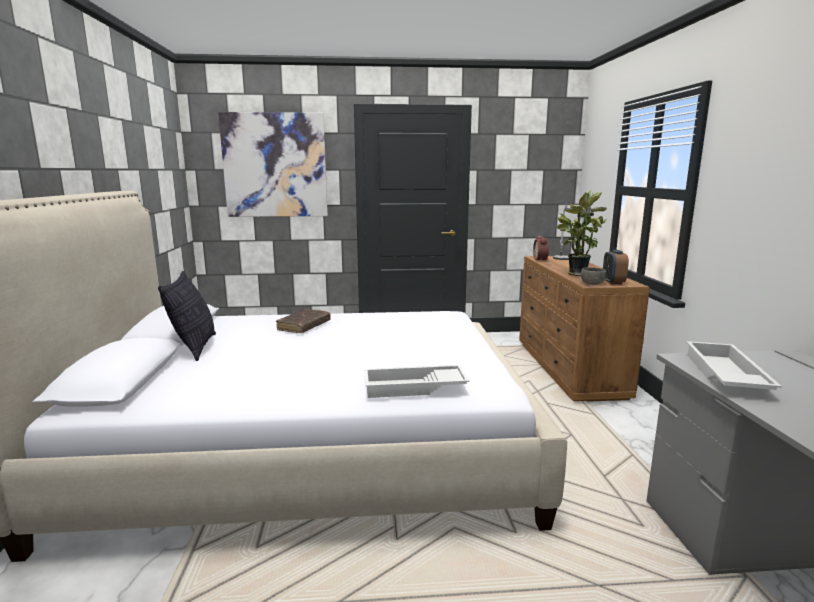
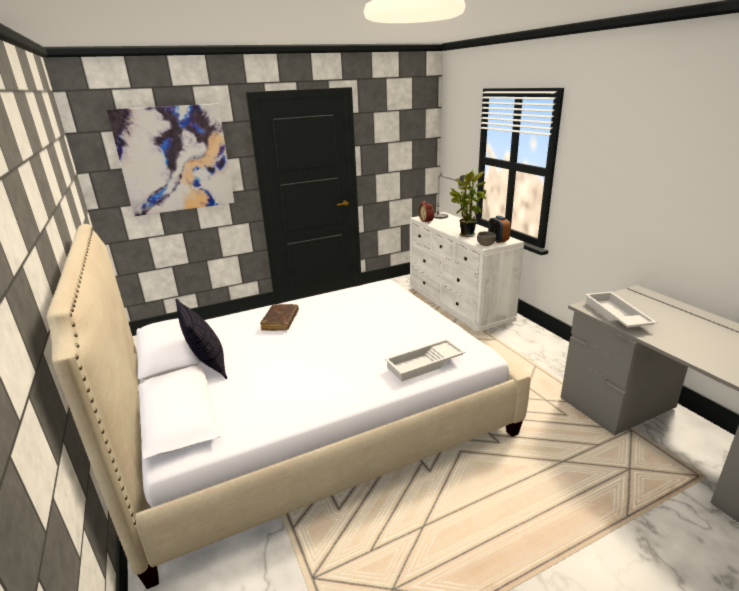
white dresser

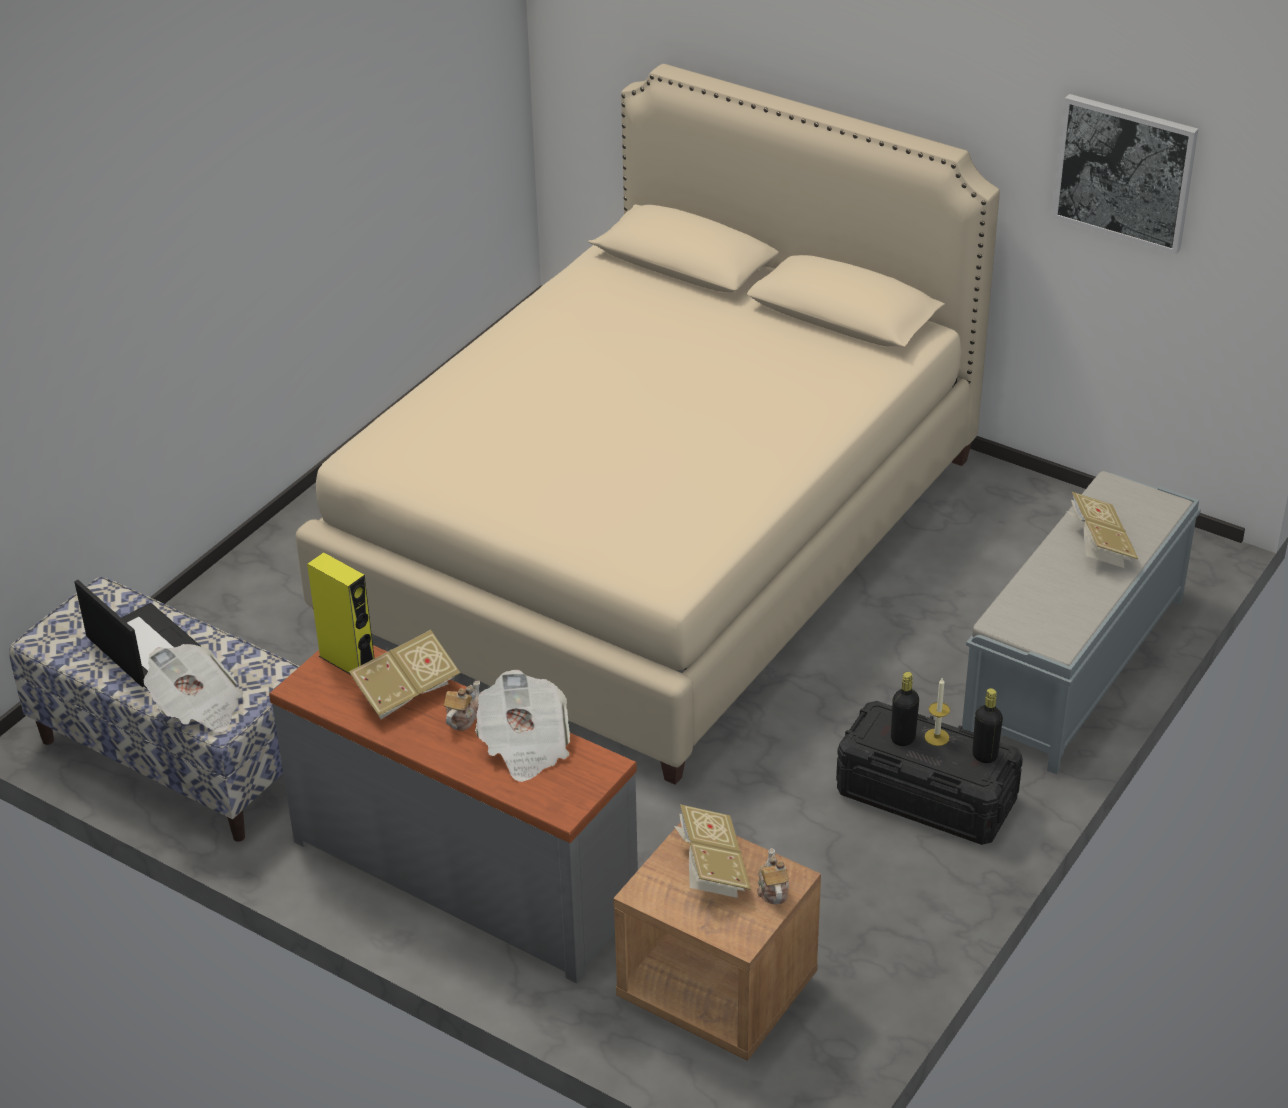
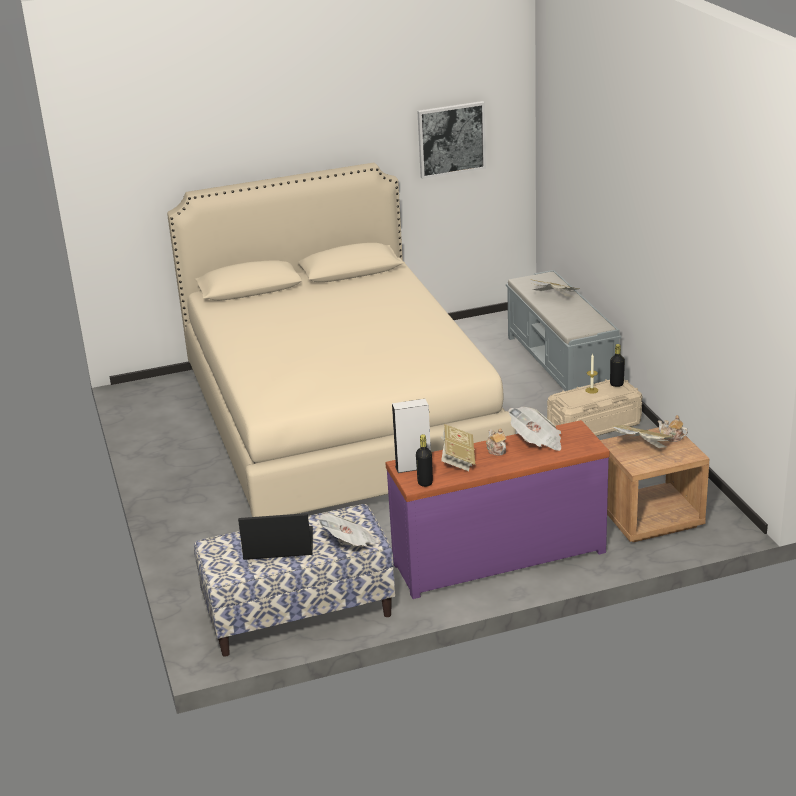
purple dresser; grey speaker; black bottle (no. 1 from left); beige storage box

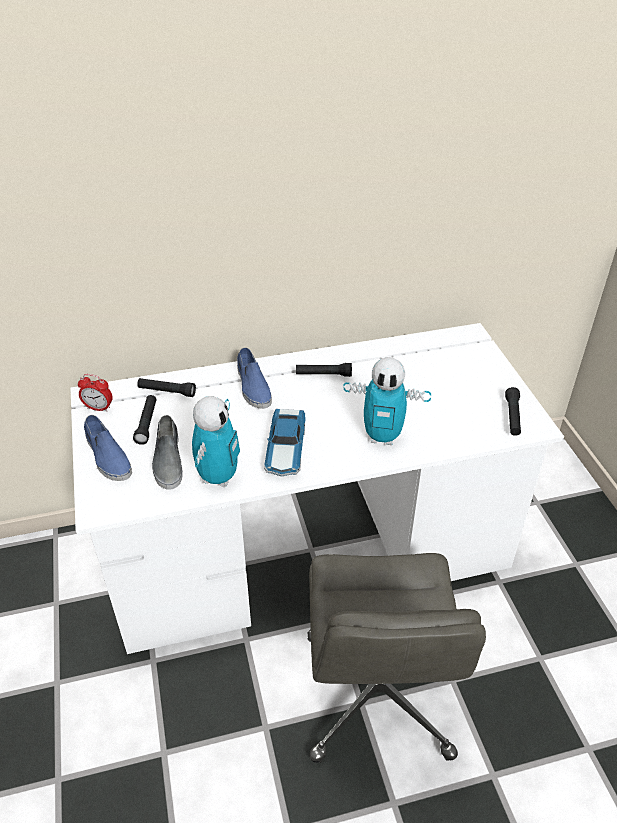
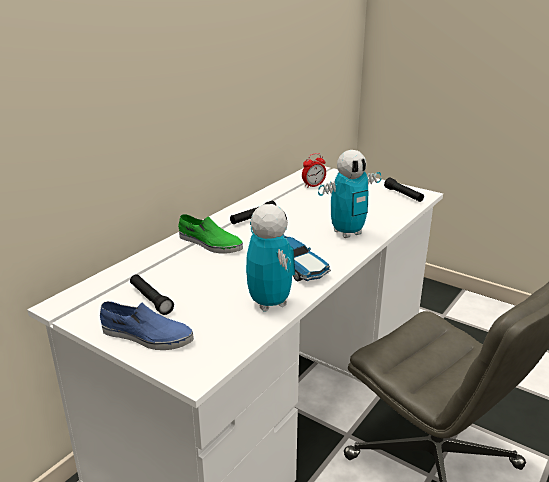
green shoe; alarm clock; black flashlight (no. 2 from left in the first image); grey shoe

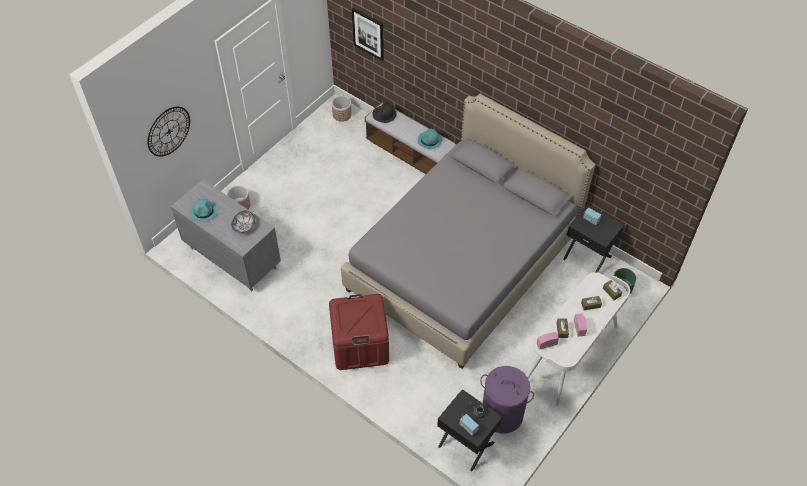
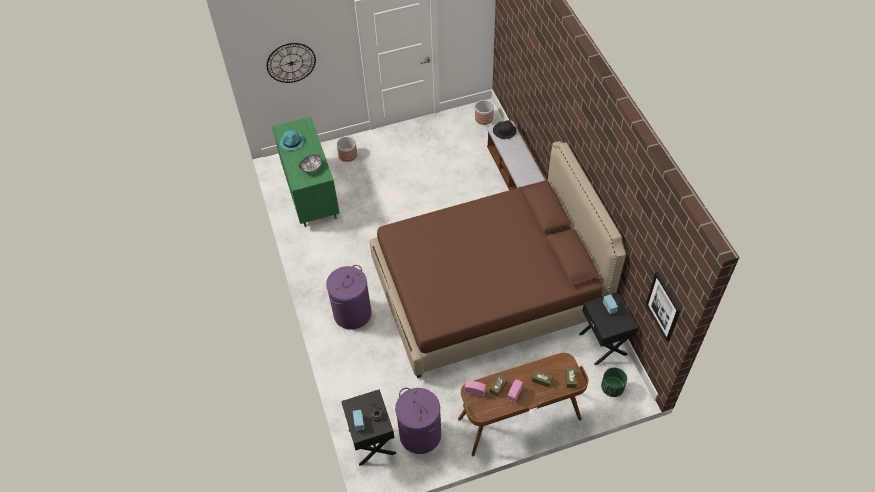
green dresser; purple laundry basket (no. 1 from left); brown bed; brown desk; picture; turquoise hat (no. 2 from left in the first image)

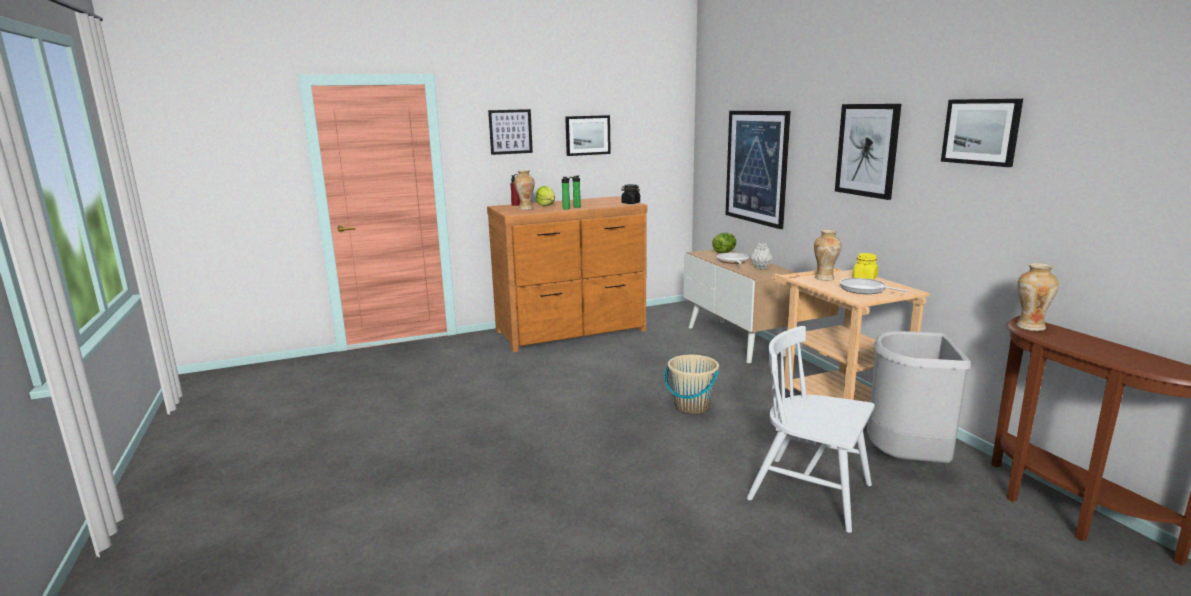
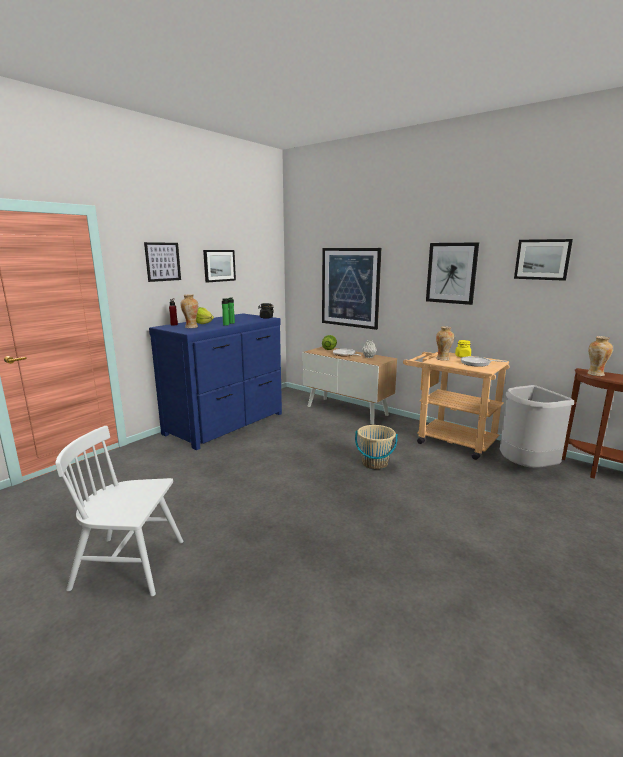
white chair; blue dresser

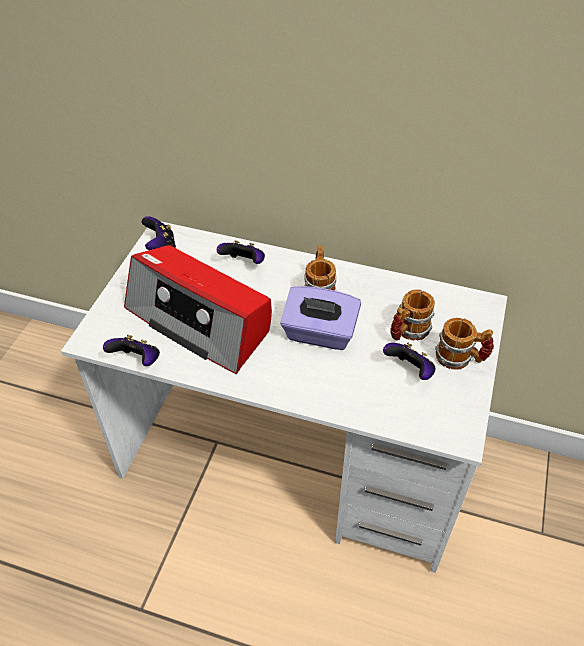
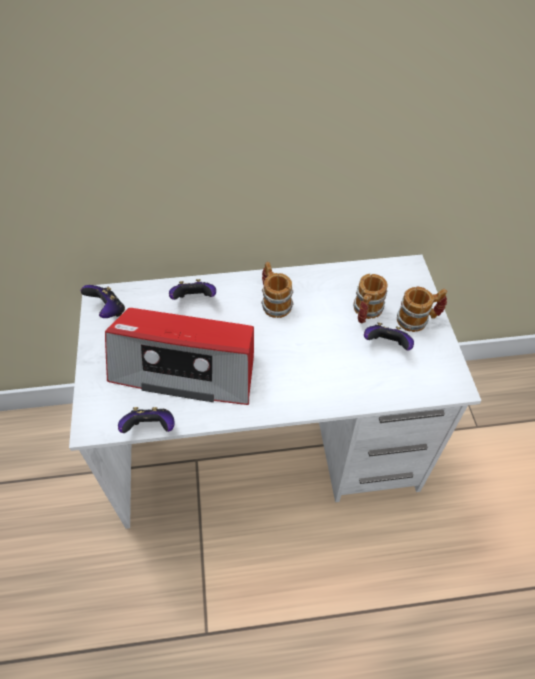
purple tissue box

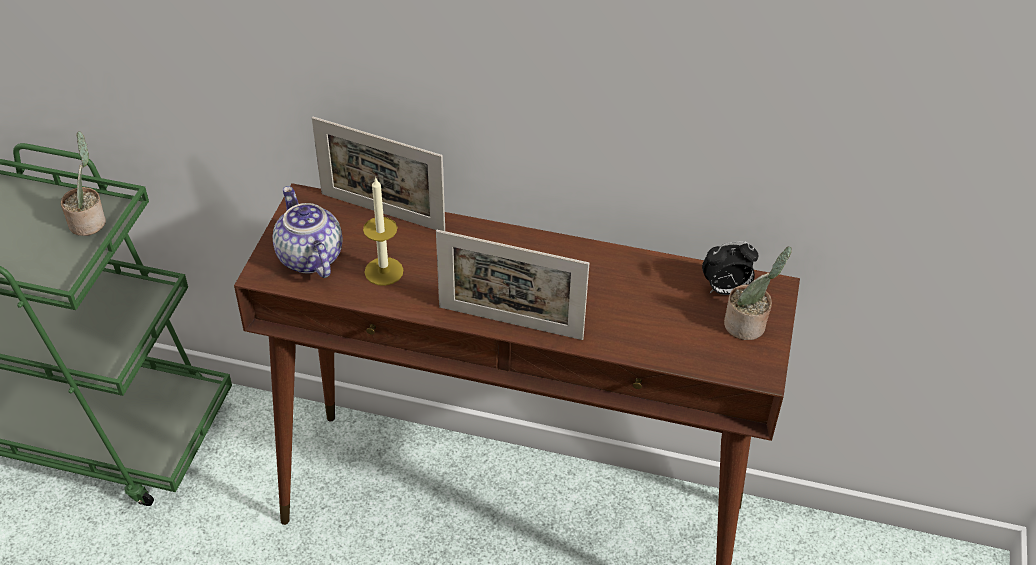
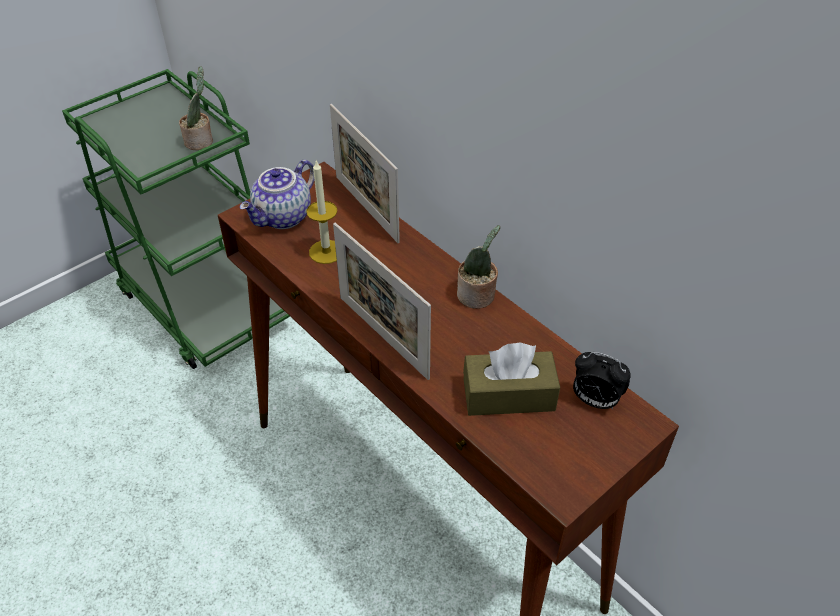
teapot; potted plant (no. 2 from left); brown tissue box

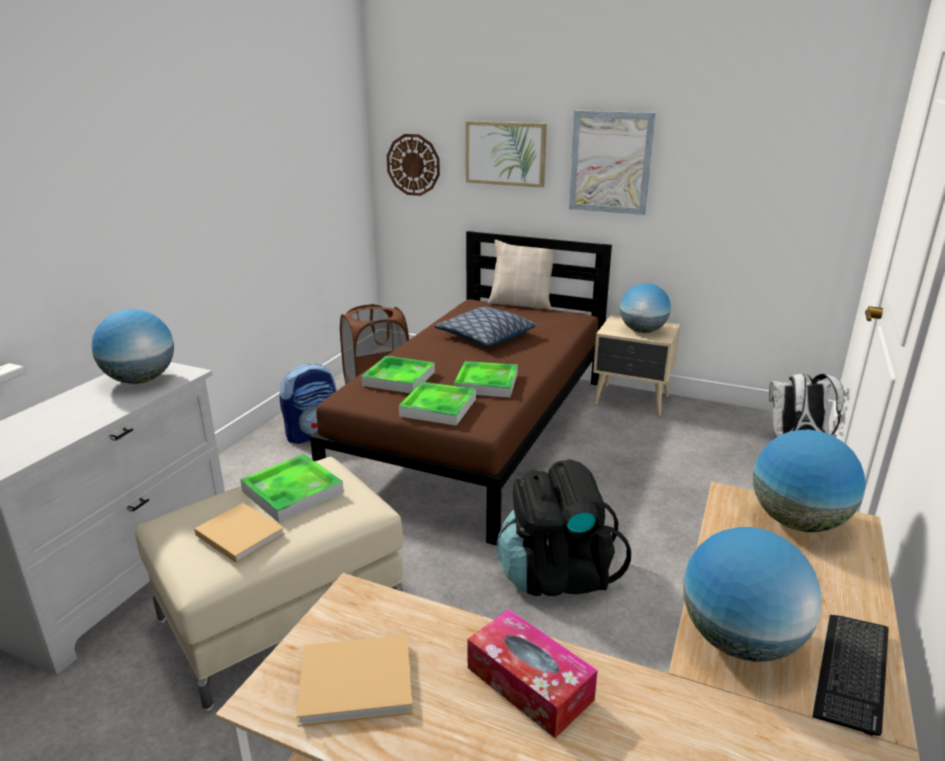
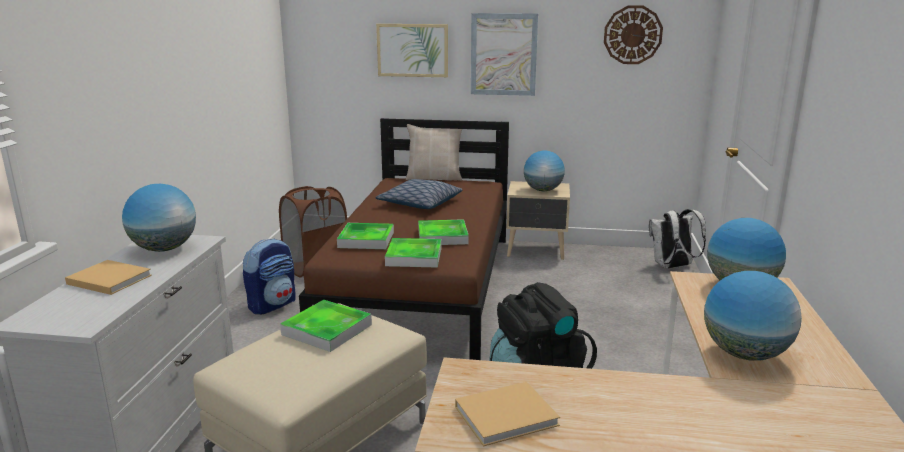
beige book (no. 1 from left); wall clock; tissue box; keyboard

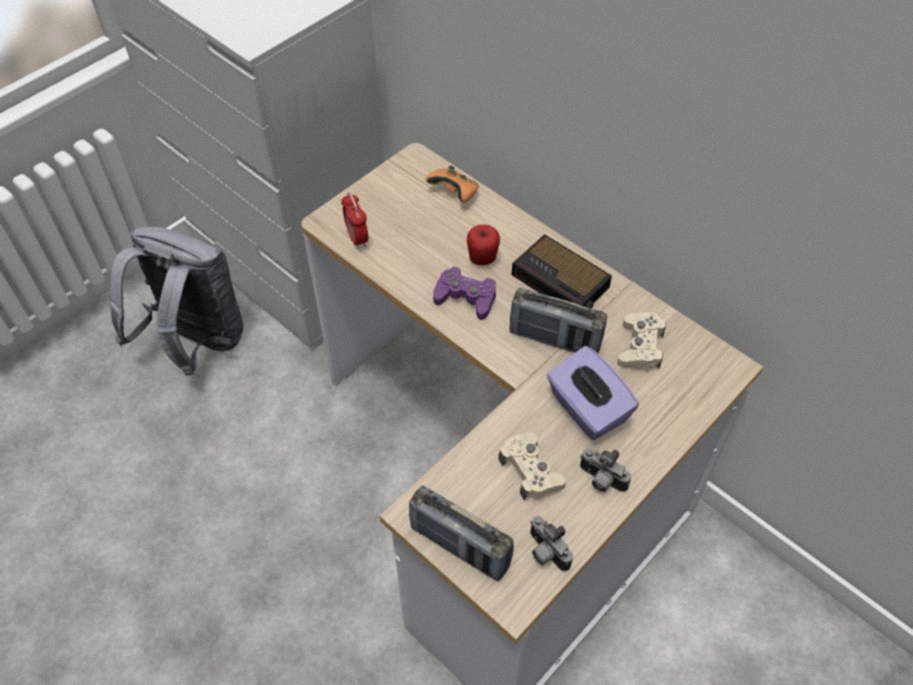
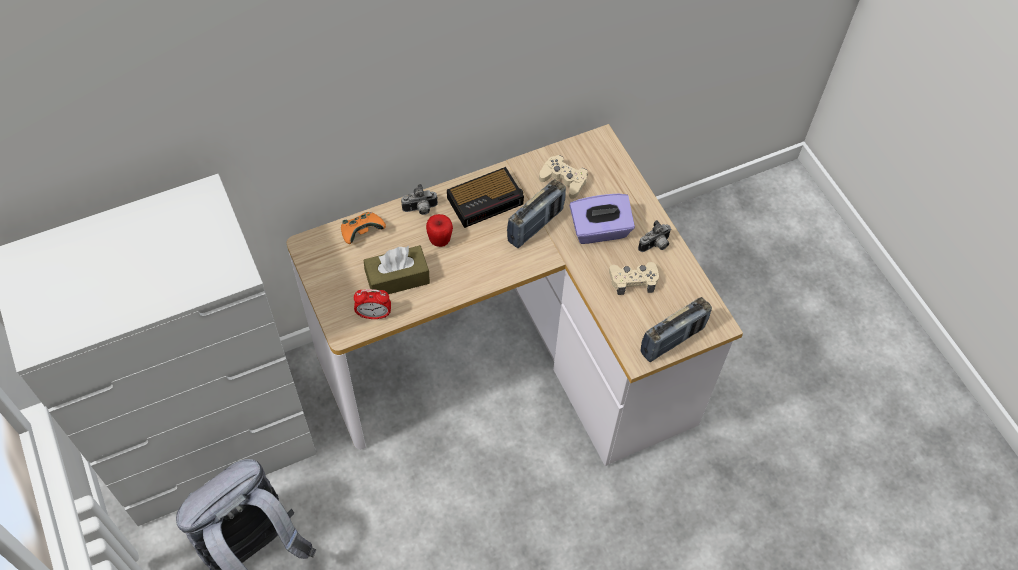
brown tissue box; photo camera (no. 1 from left); purple game controller

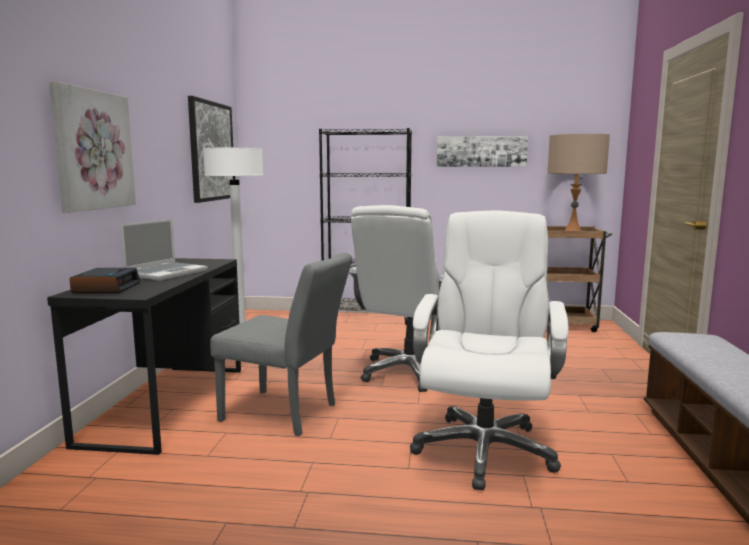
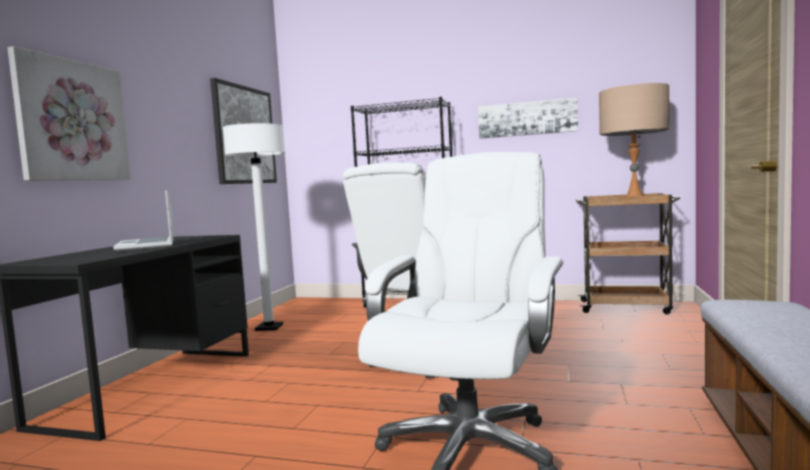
laptop; alarm clock; grey chair

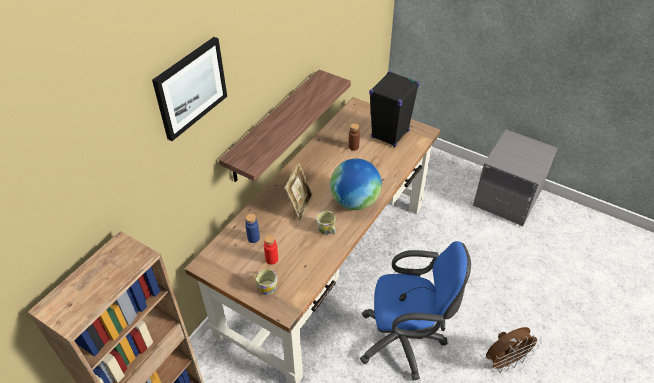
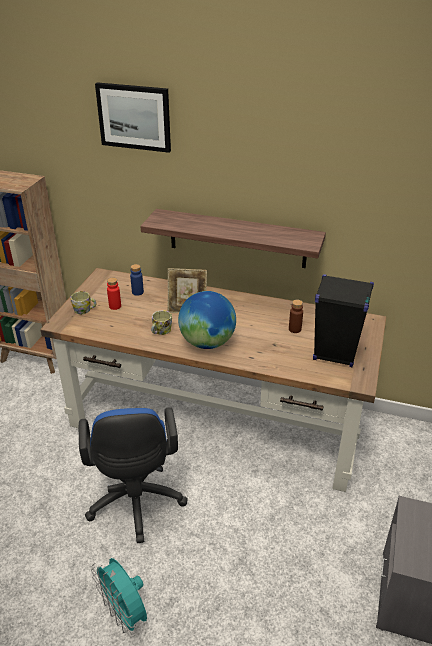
turquoise fan

